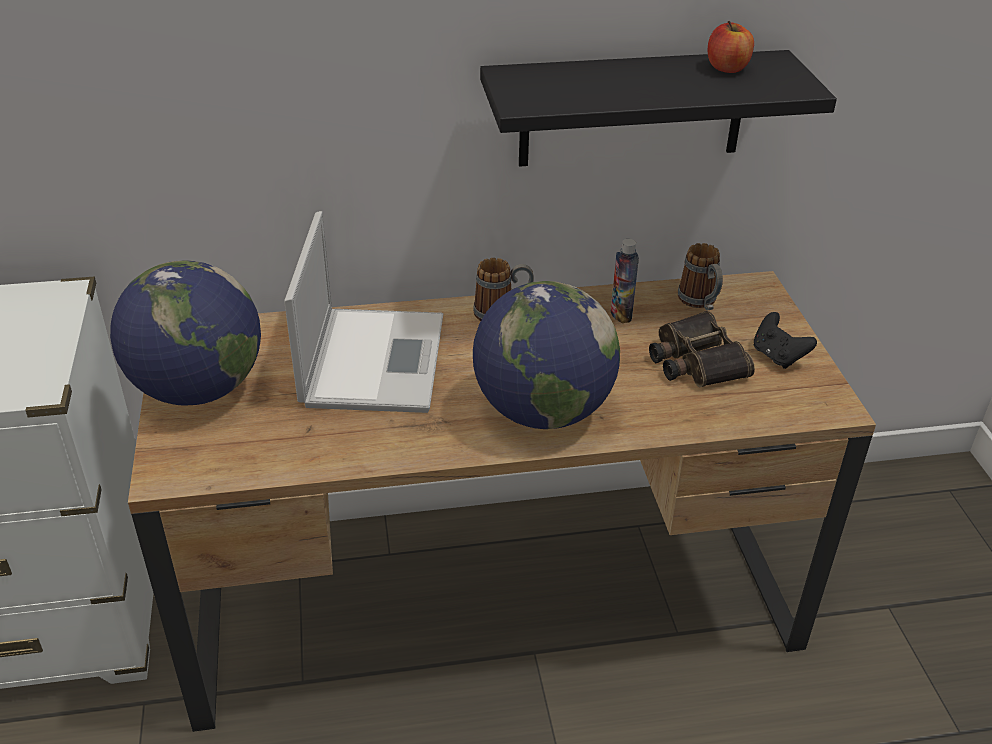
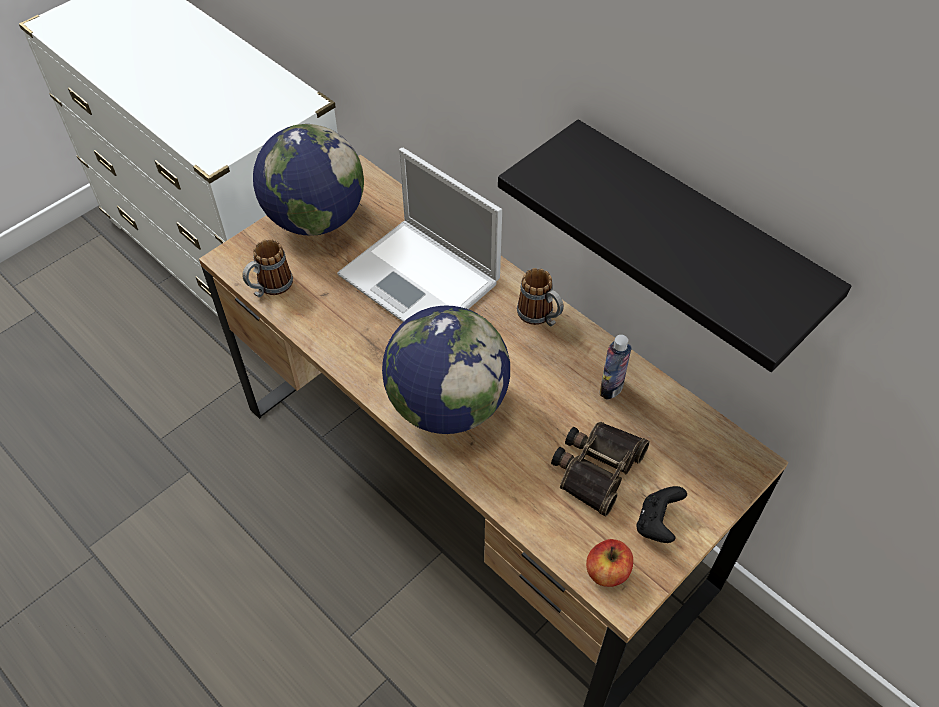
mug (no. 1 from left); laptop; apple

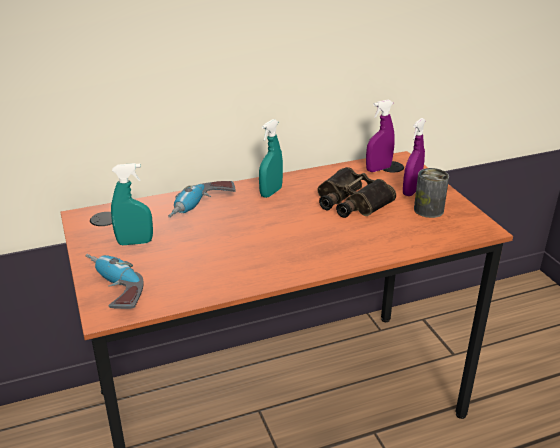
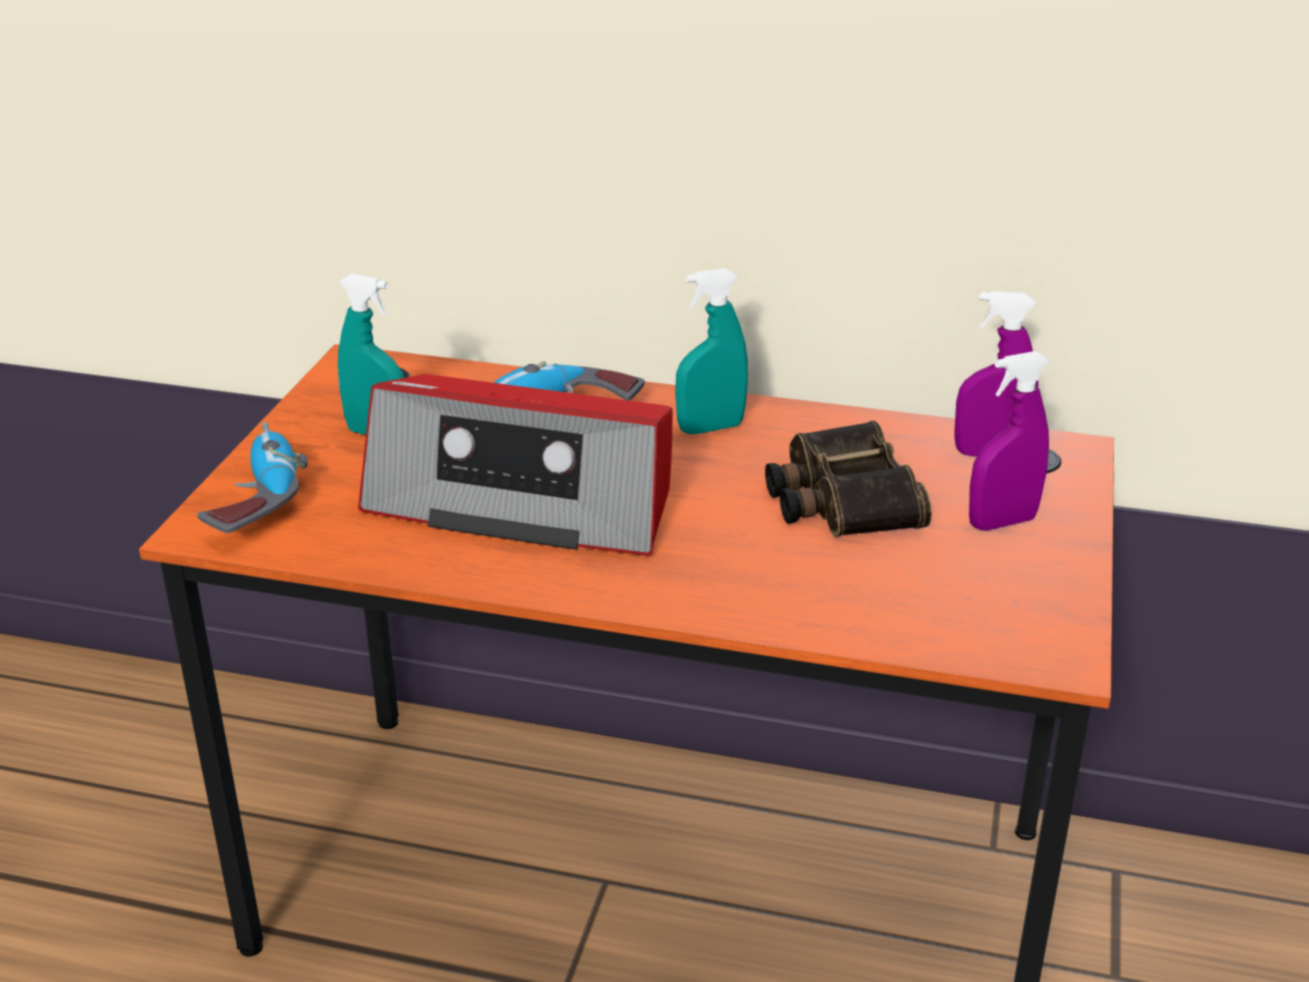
radio; can

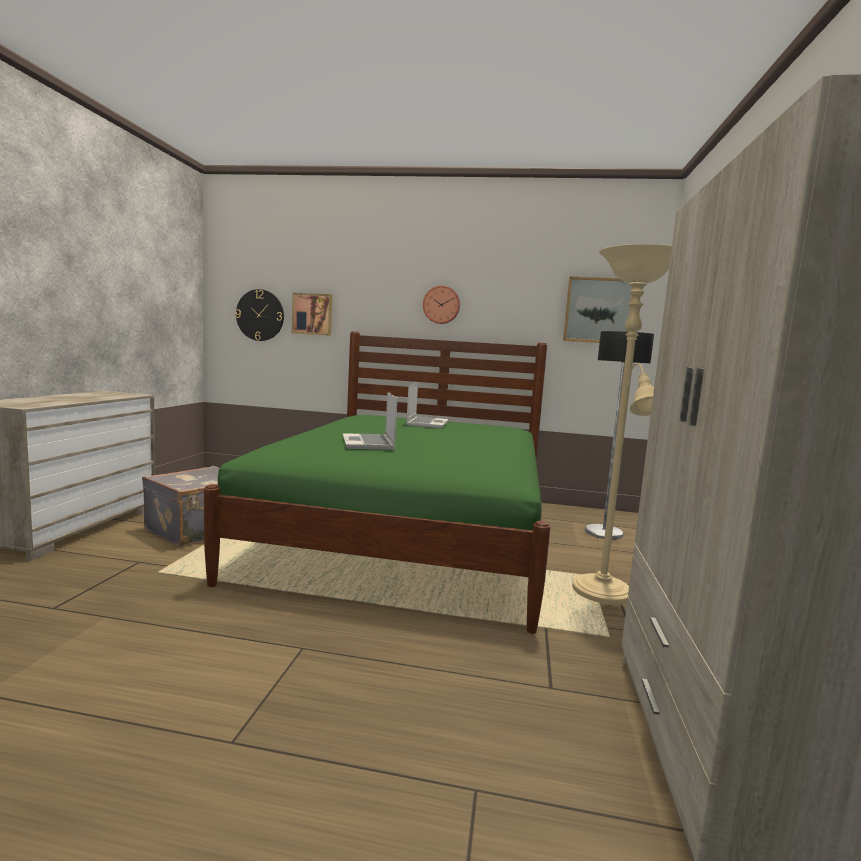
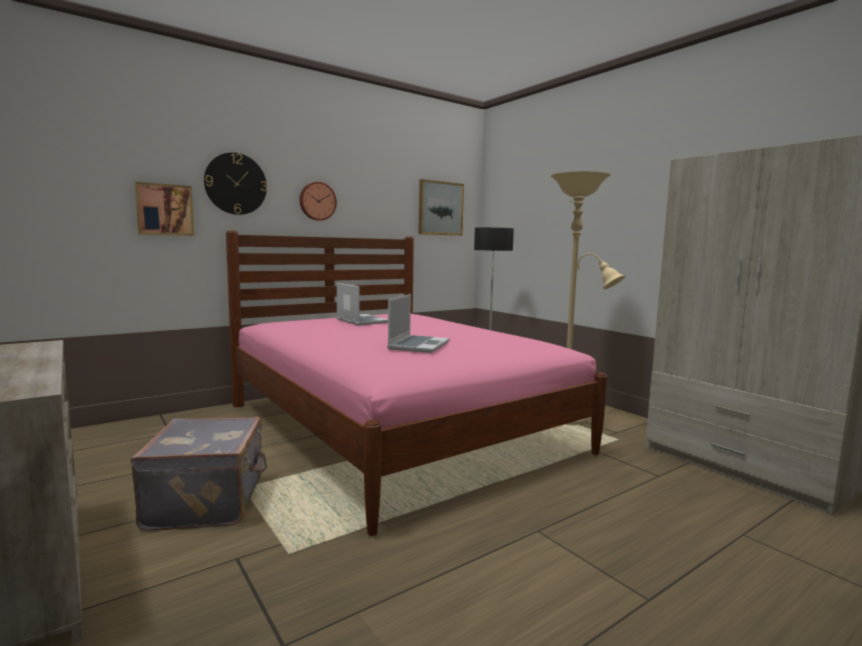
wall clock (no. 1 from left); pink bed; laptop (no. 2 from left)

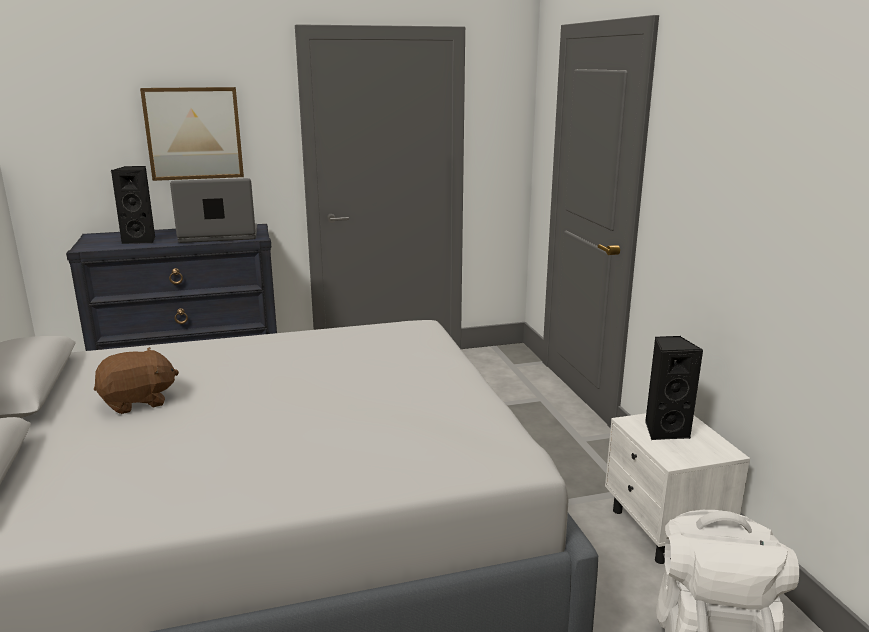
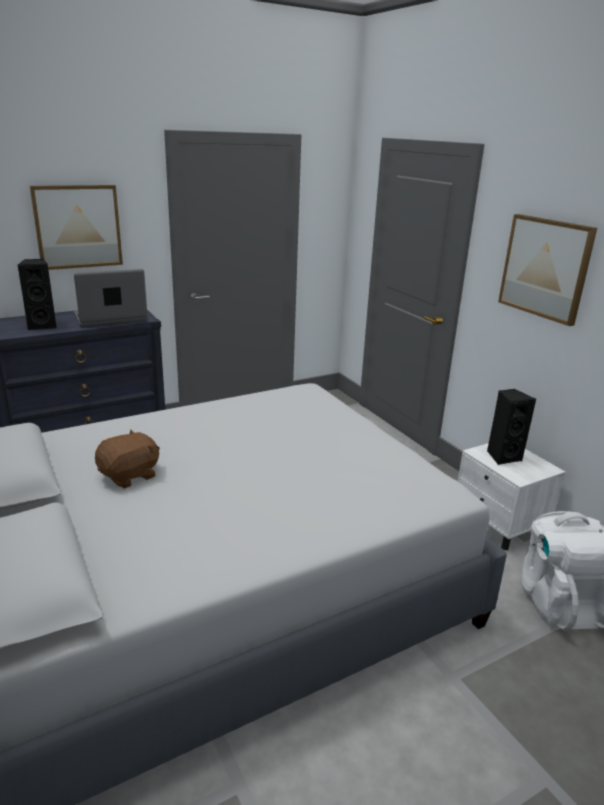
picture (no. 2 from left)

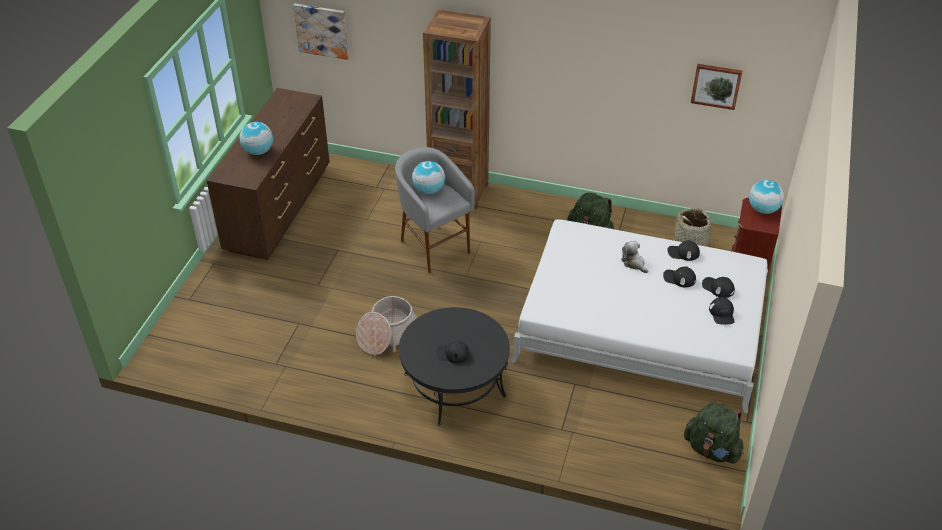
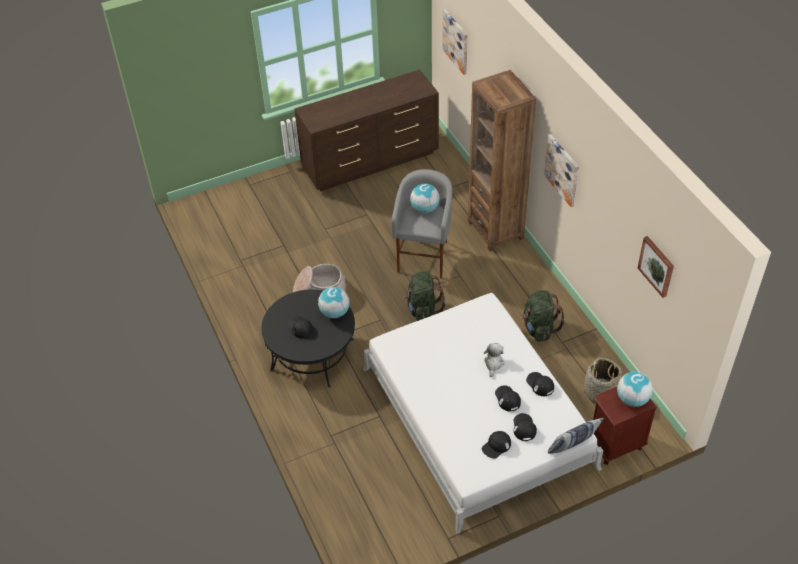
globe (no. 1 from left); green backpack (no. 1 from left); picture (no. 2 from left); pillow

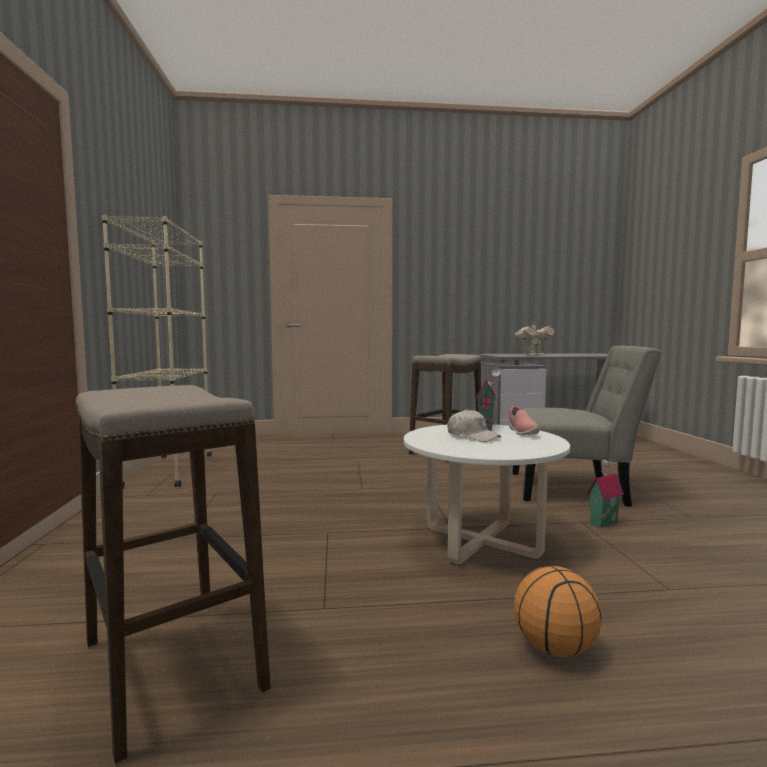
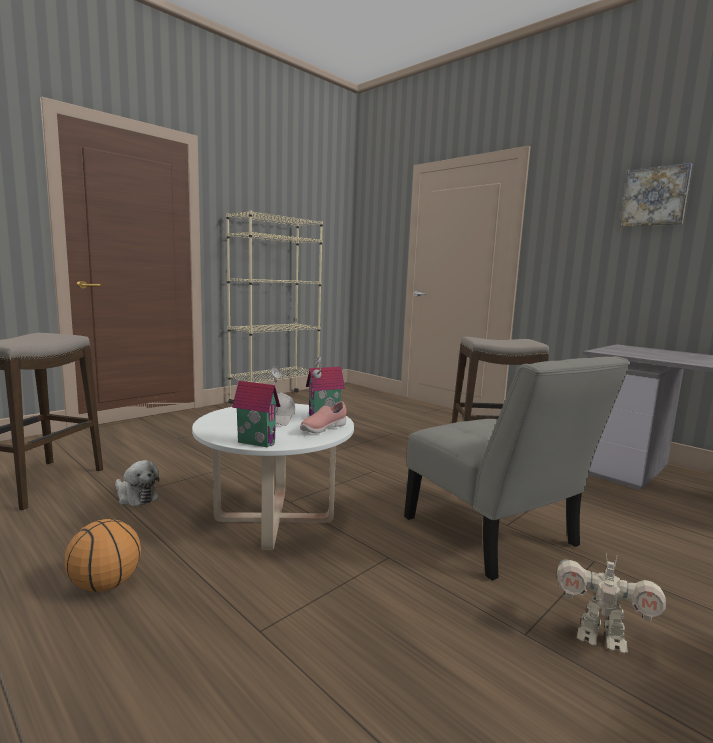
plush toy; toy house (no. 1 from left); toy robot; picture

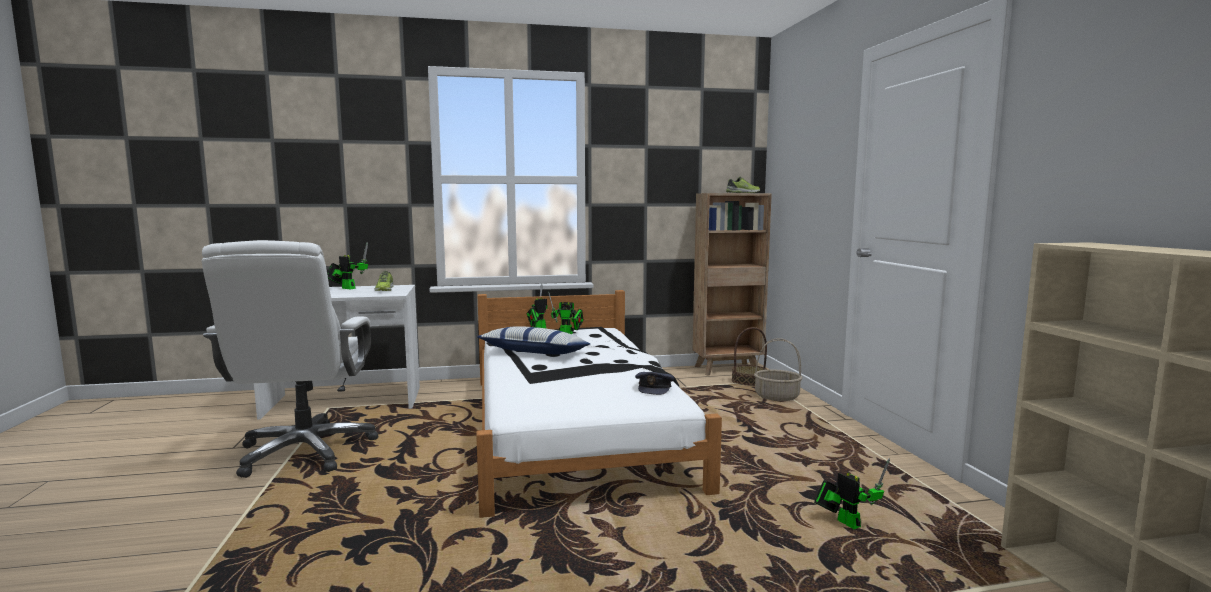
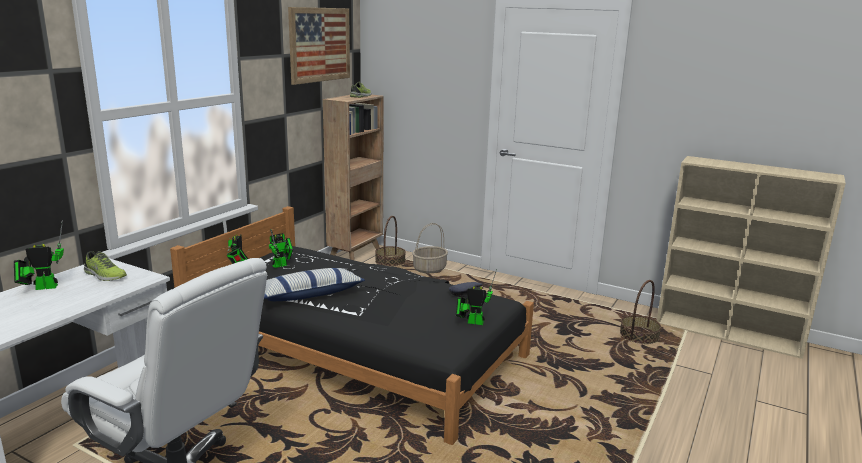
black bed; picture; toy robot (no. 4 from left); basket (no. 3 from left)

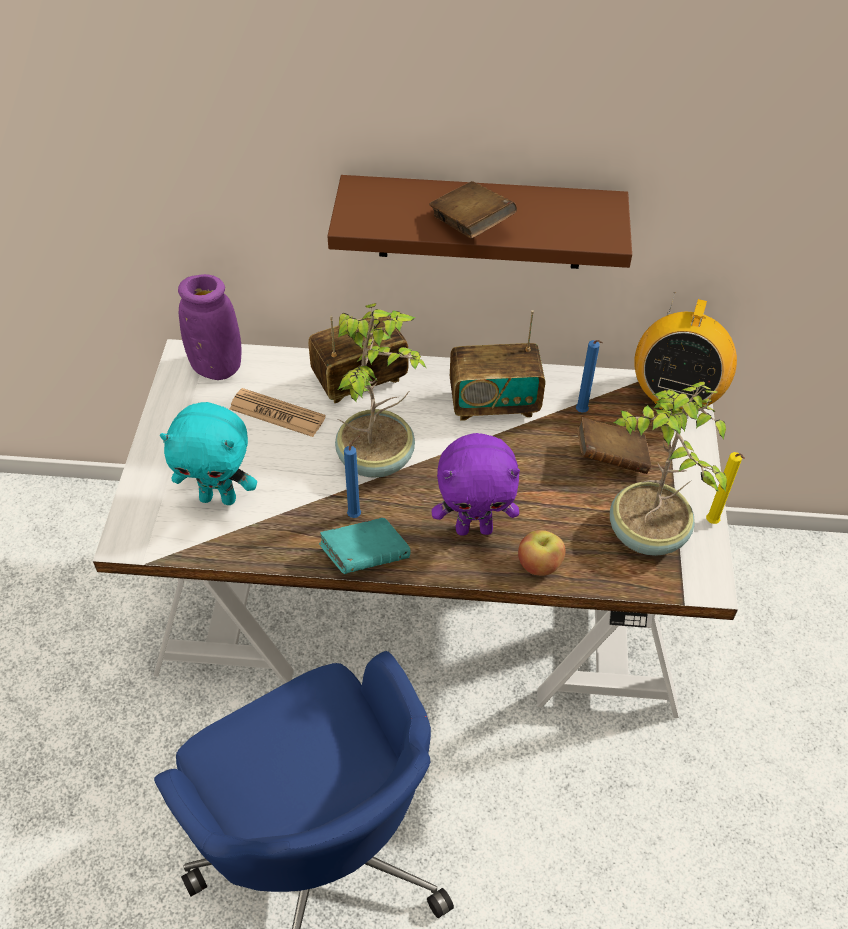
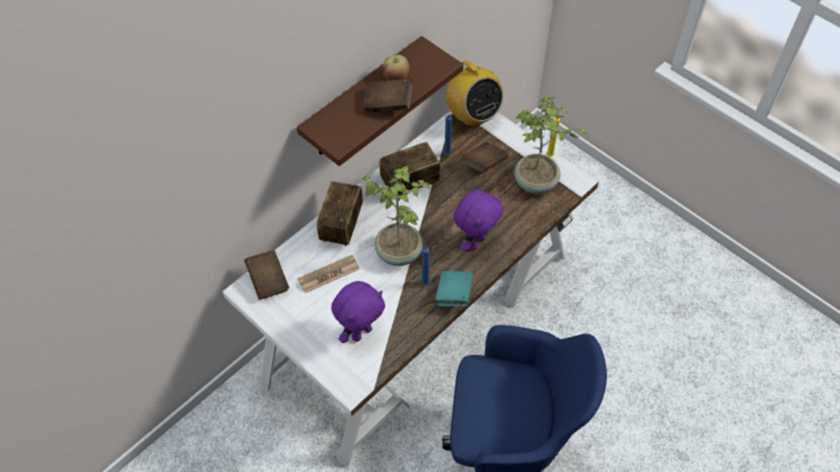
brown book (no. 1 from left); purple plush toy (no. 1 from left); radio (no. 2 from left); apple

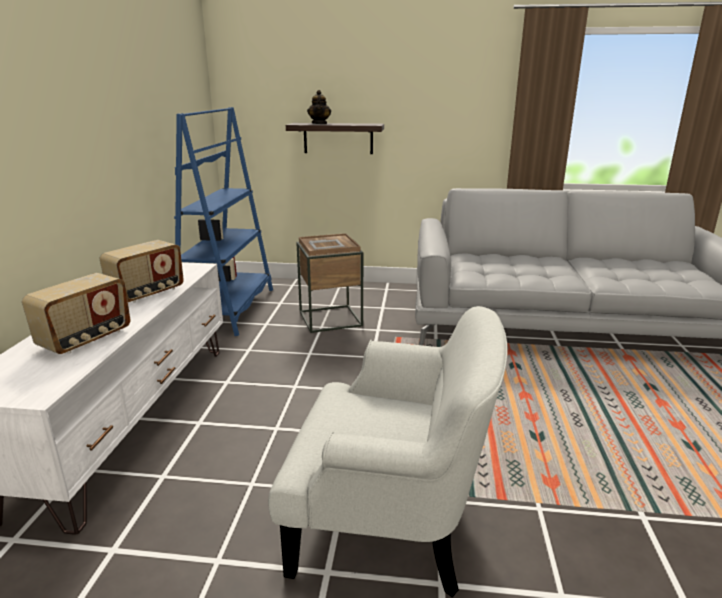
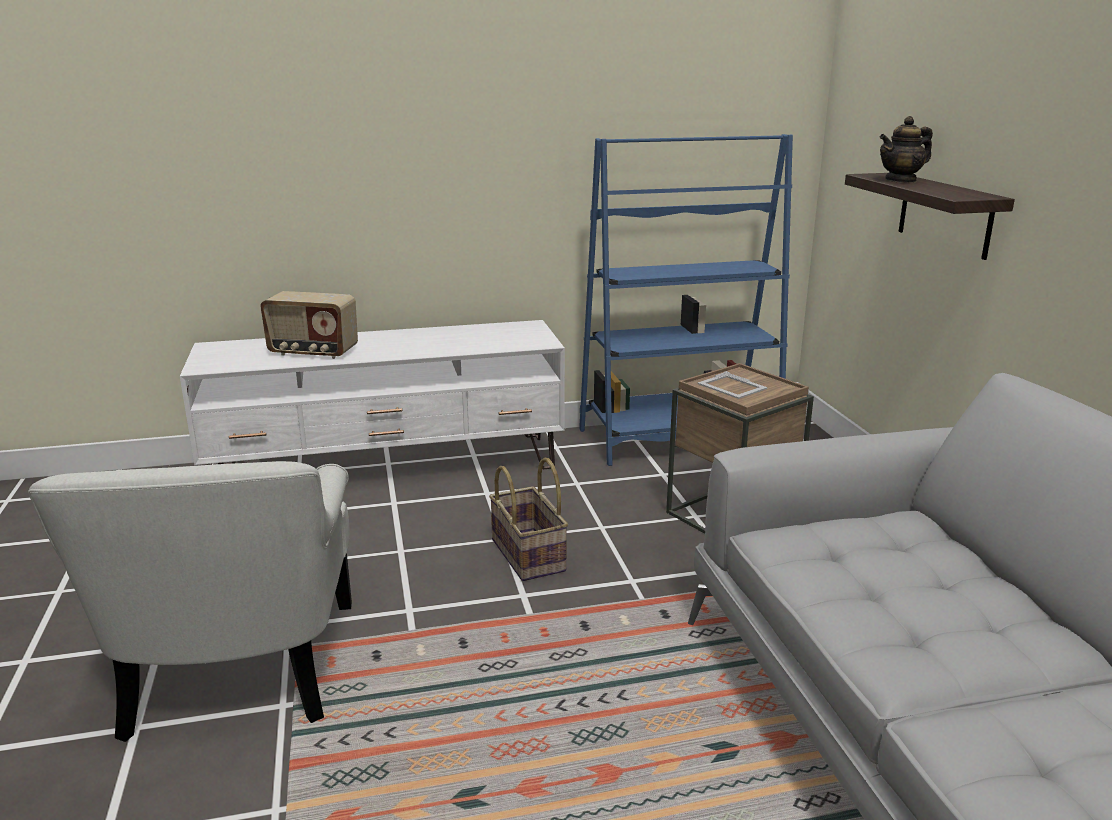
basket; radio (no. 2 from left in the first image)

